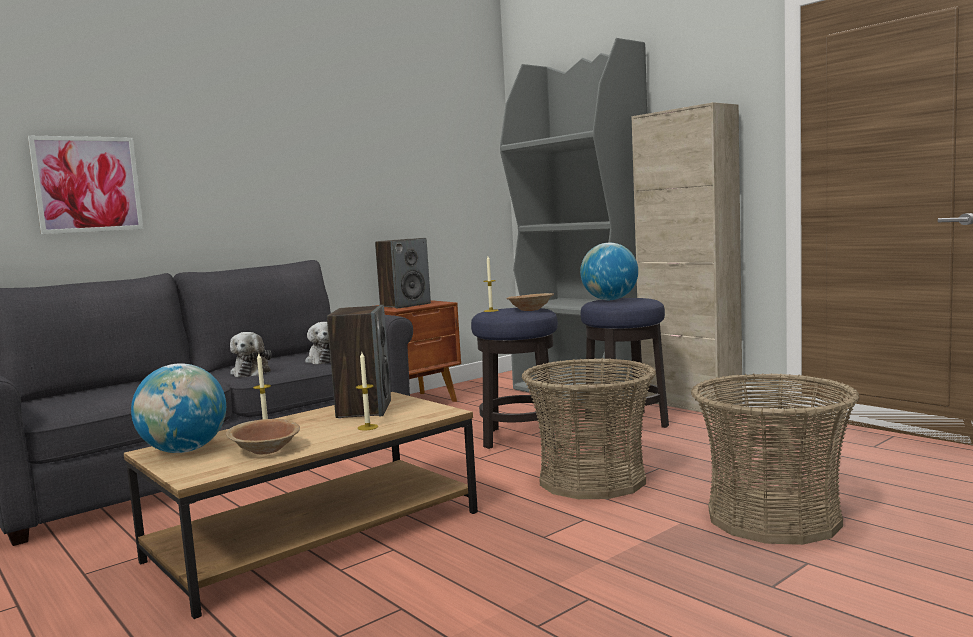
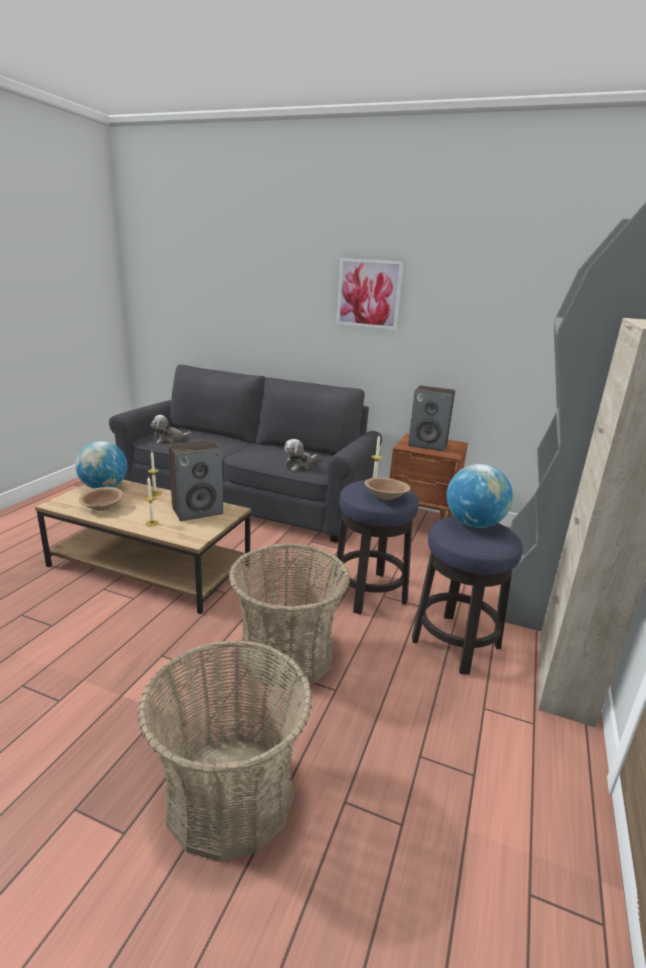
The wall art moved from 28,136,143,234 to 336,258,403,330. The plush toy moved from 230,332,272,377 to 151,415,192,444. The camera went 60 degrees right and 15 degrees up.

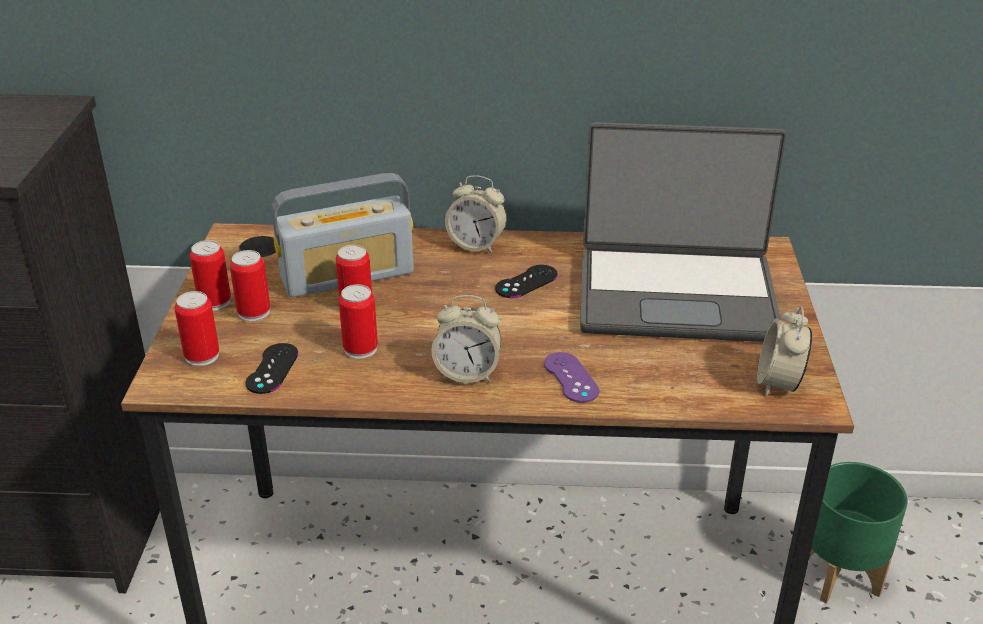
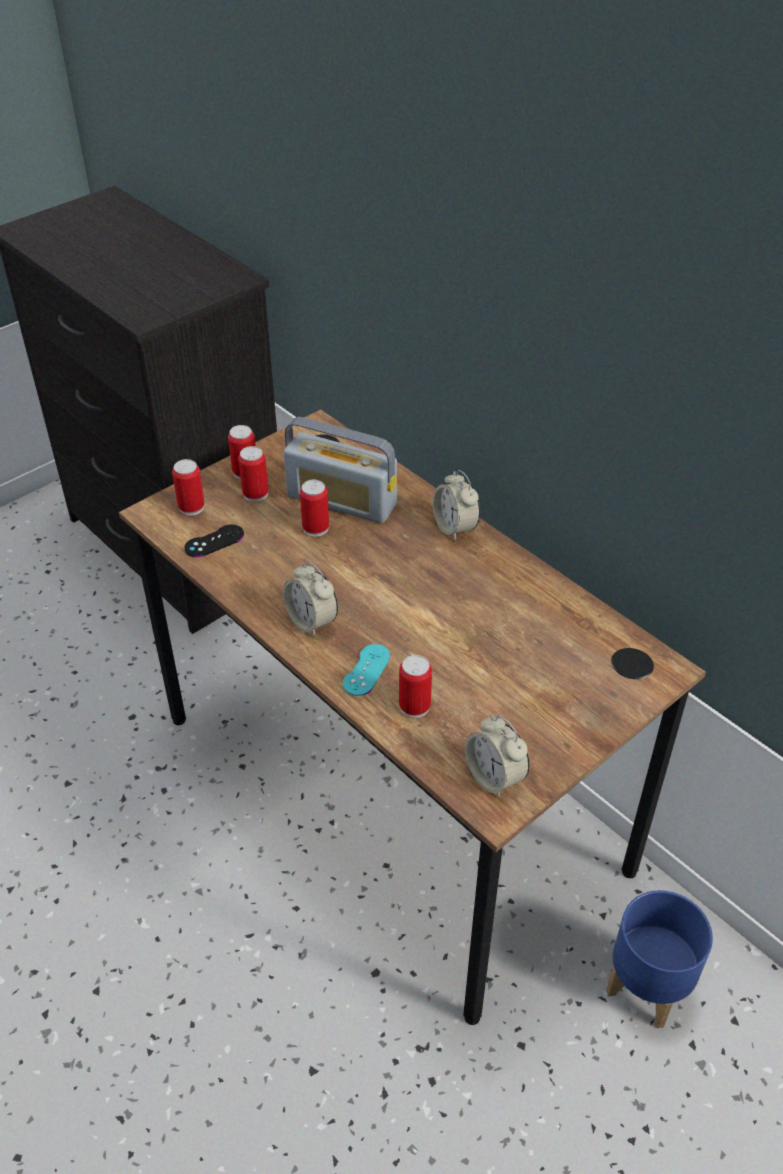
The metal can moved from 339,284,378,359 to 399,655,432,718. The joypad (blackish) at 495,265,558,298 disappeared. The joypad (purple-coloured) at 544,352,599,403 became the joypad (turquoise) at 343,644,390,696. The laptop at 580,122,786,342 disappeared. The bedside clock at 757,306,812,396 turned 90 degrees counterclockwise. The planter (green-coloured) at 809,462,908,603 became the planter (bluish) at 606,890,713,1028. The camera went 45 degrees right and 10 degrees up.

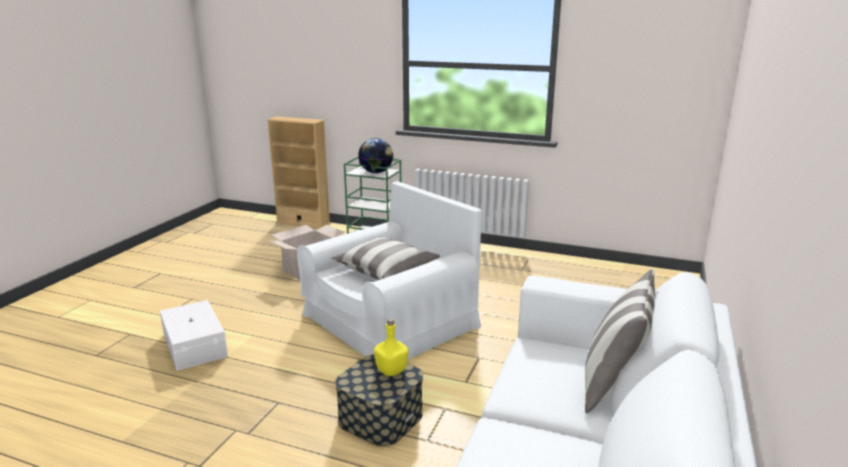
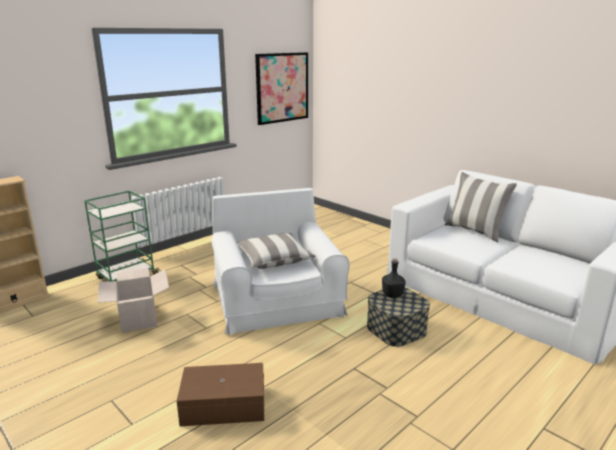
The storage bin (white-coloured) at 160,300,228,371 became the storage bin (brownish) at 177,363,264,426. The desk globe at 358,138,394,173 disappeared. The beverage bottle (yellow) at 374,319,408,376 became the beverage bottle (blackish) at 382,258,406,298. The wall art at 255,52,308,125 appeared. The camera went 65 degrees left and 0 degrees up.

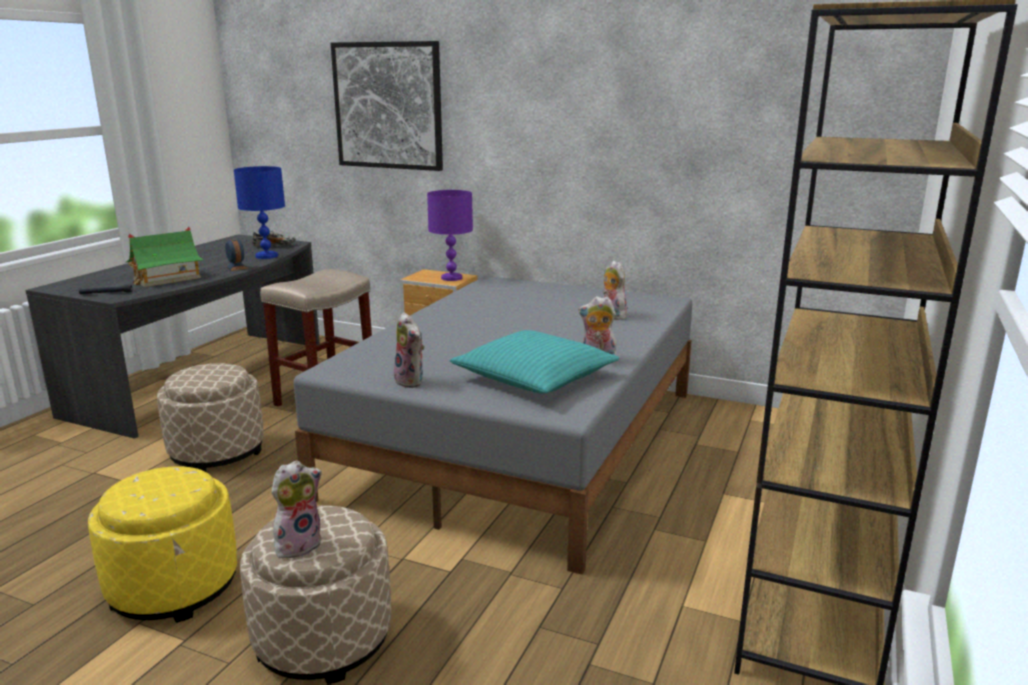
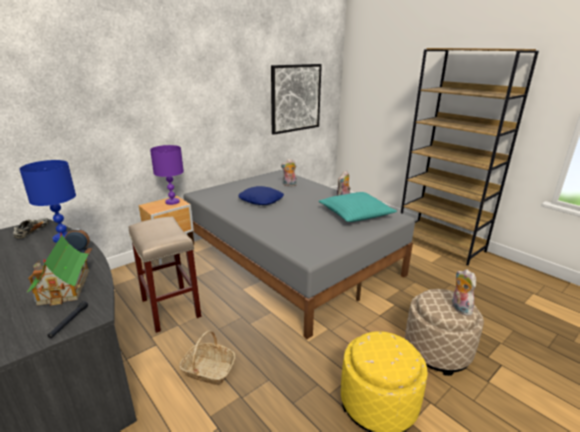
The pouffe (sand-coloured) at 157,363,264,472 was replaced by the household basket at 179,330,235,385. The wall art moved from 331,41,443,171 to 271,64,322,135. The plush toy at 394,312,424,388 disappeared. The throw pillow (bluish) at 238,186,284,205 appeared. The camera went 65 degrees left and 5 degrees up.

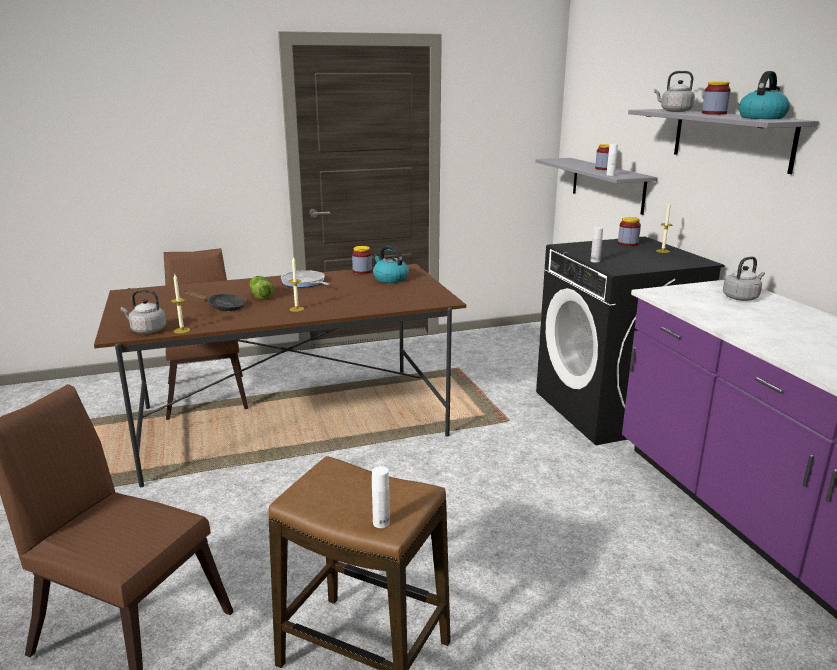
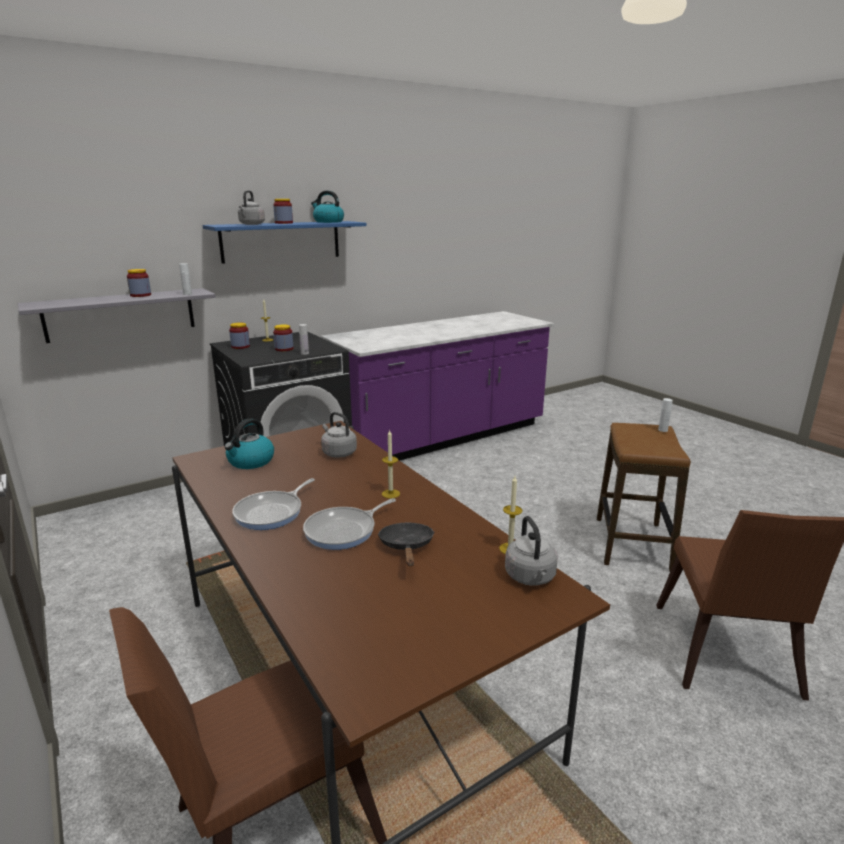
The head of lettuce at 250,276,274,300 was replaced by the frying pan at 303,498,396,550. The storage jar moved from 352,246,372,274 to 273,324,294,351. The shelf (grey) at 628,109,819,174 became the shelf (bluish) at 203,221,366,264. The tea kettle (grey) moved from 723,256,765,301 to 321,412,357,458. The camera went 105 degrees left and 0 degrees up.

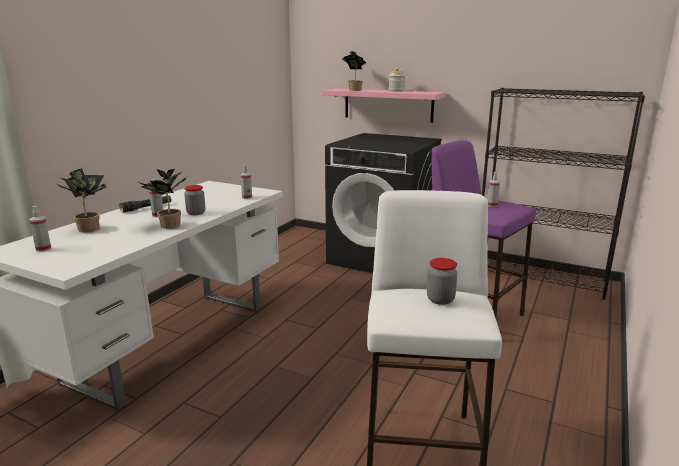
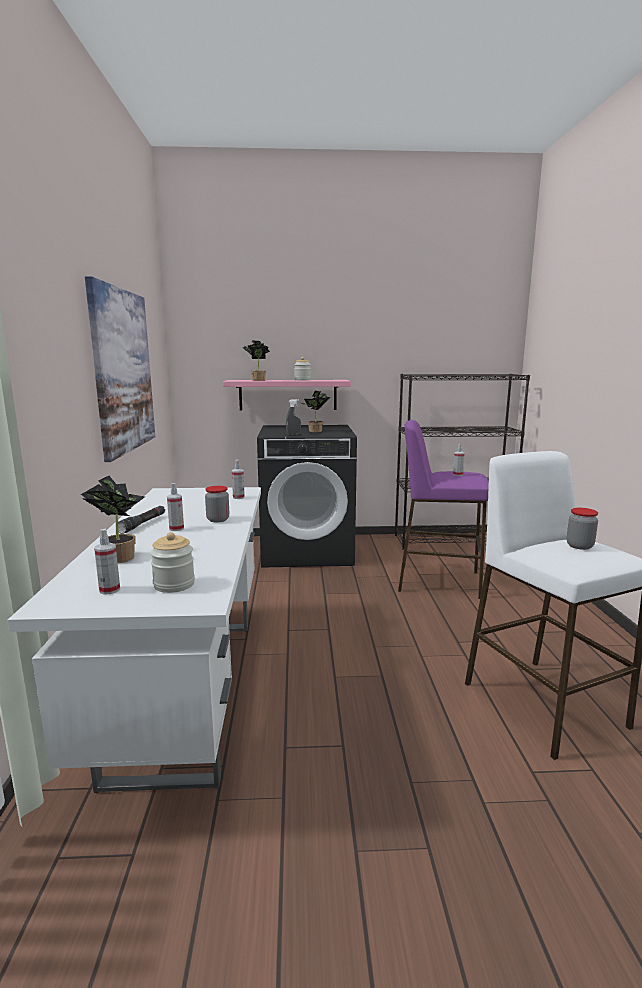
The potted plant moved from 139,169,187,229 to 302,390,331,432. The wall art at 85,276,155,462 appeared. The storage jar at 150,532,195,593 appeared. The sprayer (grey) at 286,399,301,435 appeared. The camera went 30 degrees left and 5 degrees down.

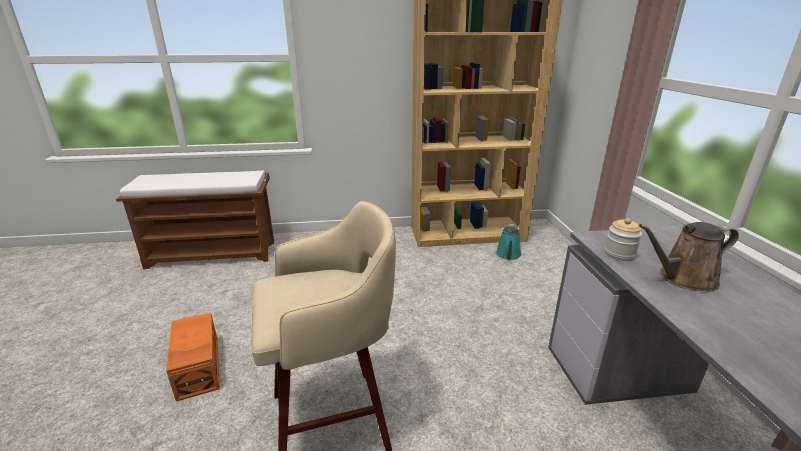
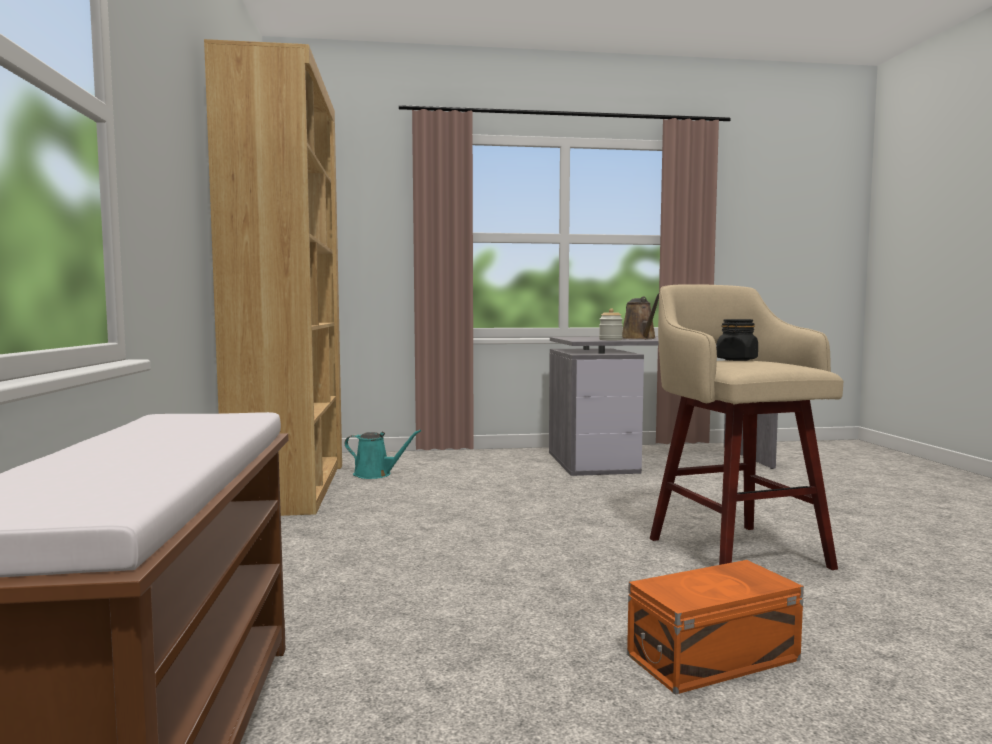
The storage jar (blackish) at 716,319,758,361 appeared. The camera went 90 degrees left and 20 degrees down.

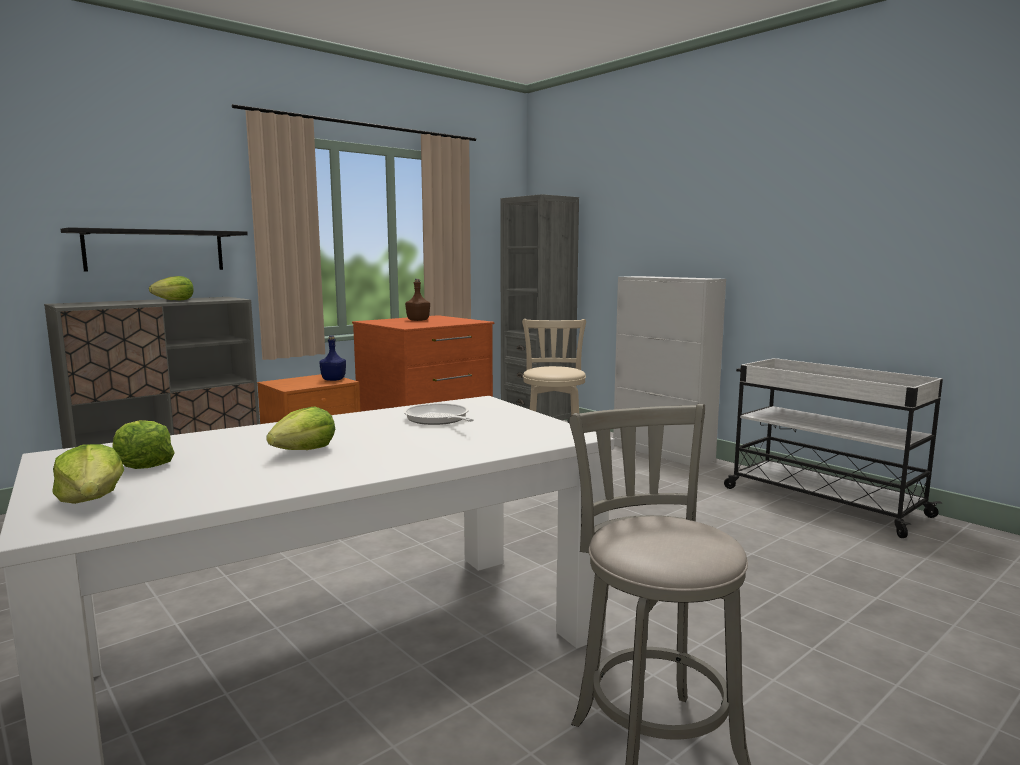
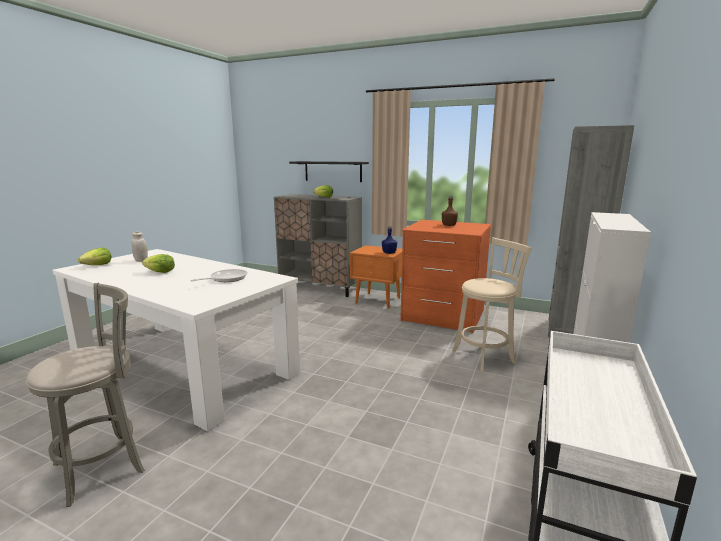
The head of lettuce at 112,420,174,469 was replaced by the storage jar (white-coloured) at 131,232,148,262. The camera went 65 degrees right and 5 degrees up.

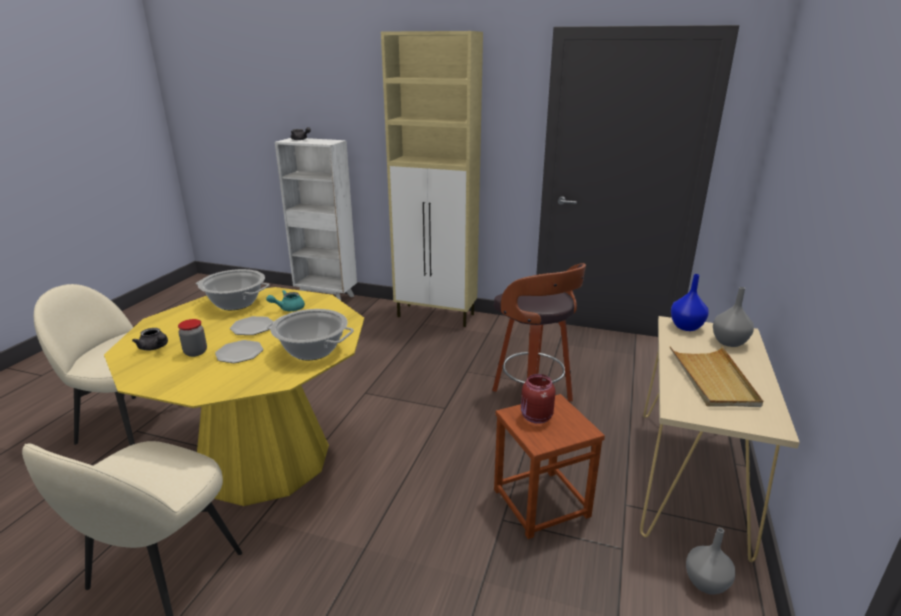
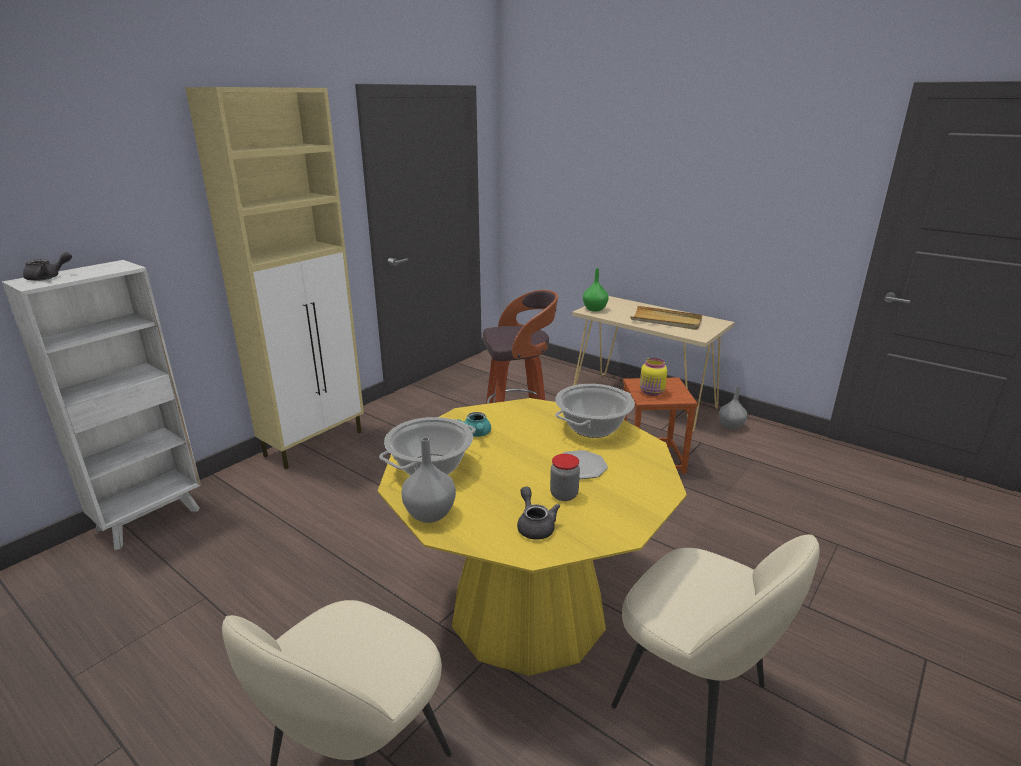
The teapot (grey) at 132,328,168,351 turned 75 degrees counterclockwise. The dinner plate at 230,316,273,335 disappeared. The storage jar (red-coloured) at 521,374,555,424 became the storage jar (yellow) at 640,358,667,396. The decorative vase (bluish) at 671,274,709,331 became the decorative vase (green-coloured) at 583,268,609,312. The decorative vase (grey) moved from 713,287,754,347 to 401,437,456,523. The camera went 70 degrees left and 0 degrees up.

